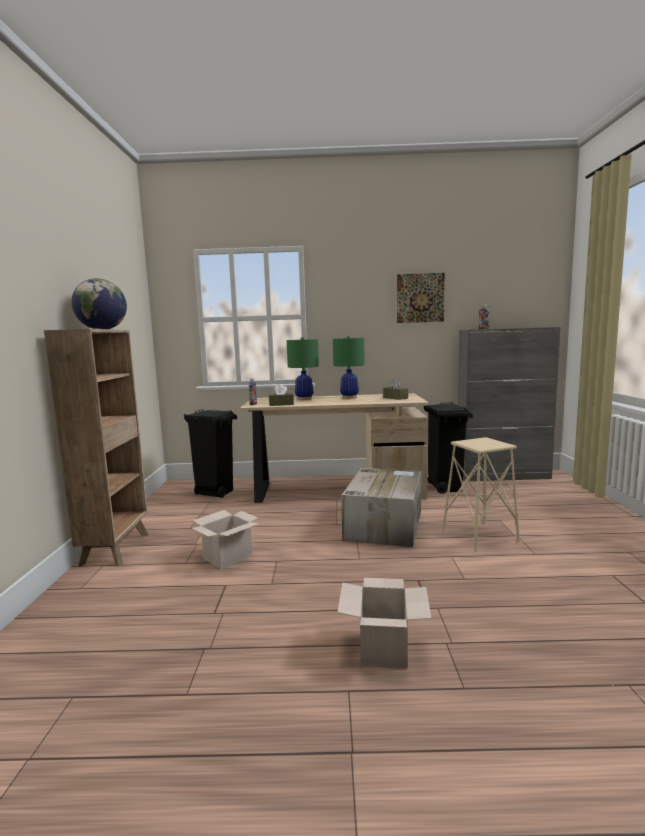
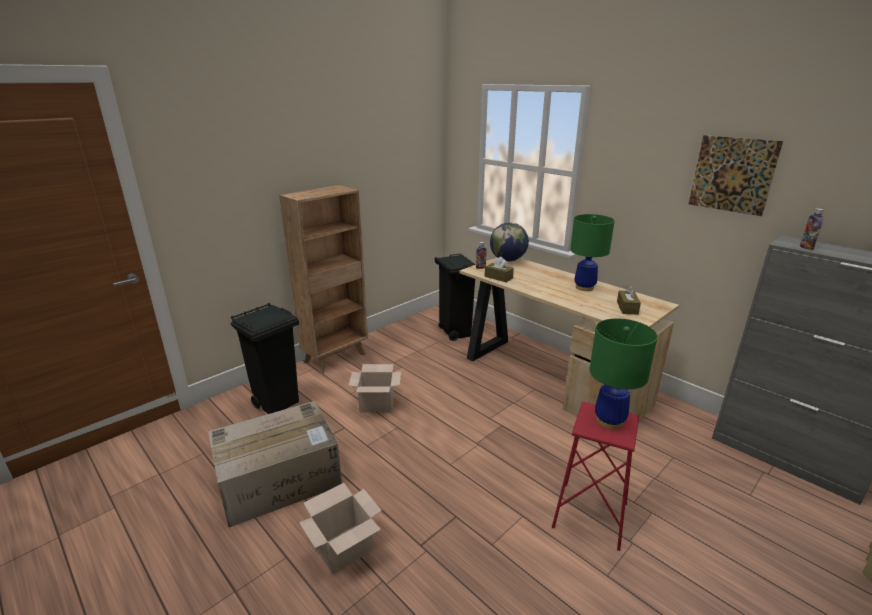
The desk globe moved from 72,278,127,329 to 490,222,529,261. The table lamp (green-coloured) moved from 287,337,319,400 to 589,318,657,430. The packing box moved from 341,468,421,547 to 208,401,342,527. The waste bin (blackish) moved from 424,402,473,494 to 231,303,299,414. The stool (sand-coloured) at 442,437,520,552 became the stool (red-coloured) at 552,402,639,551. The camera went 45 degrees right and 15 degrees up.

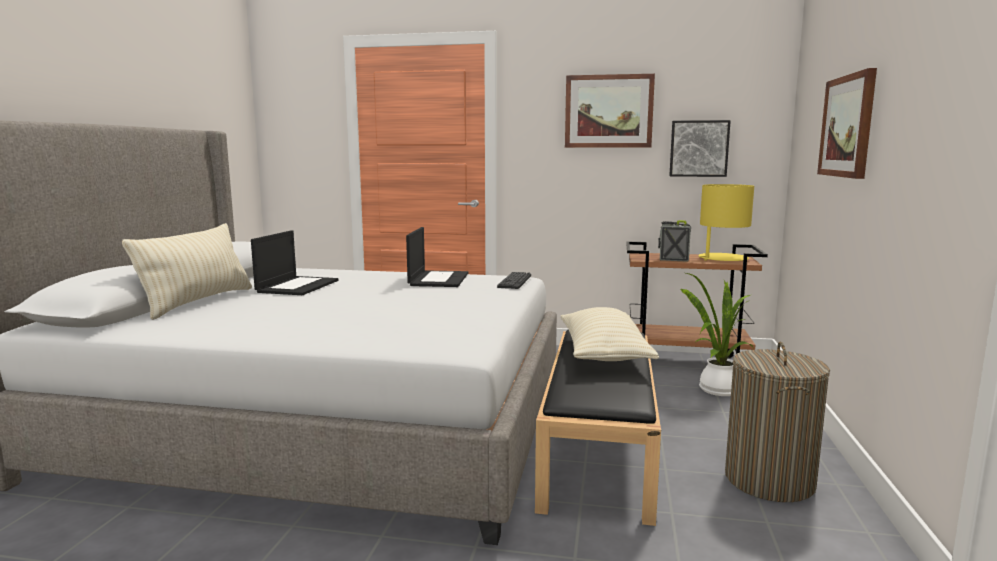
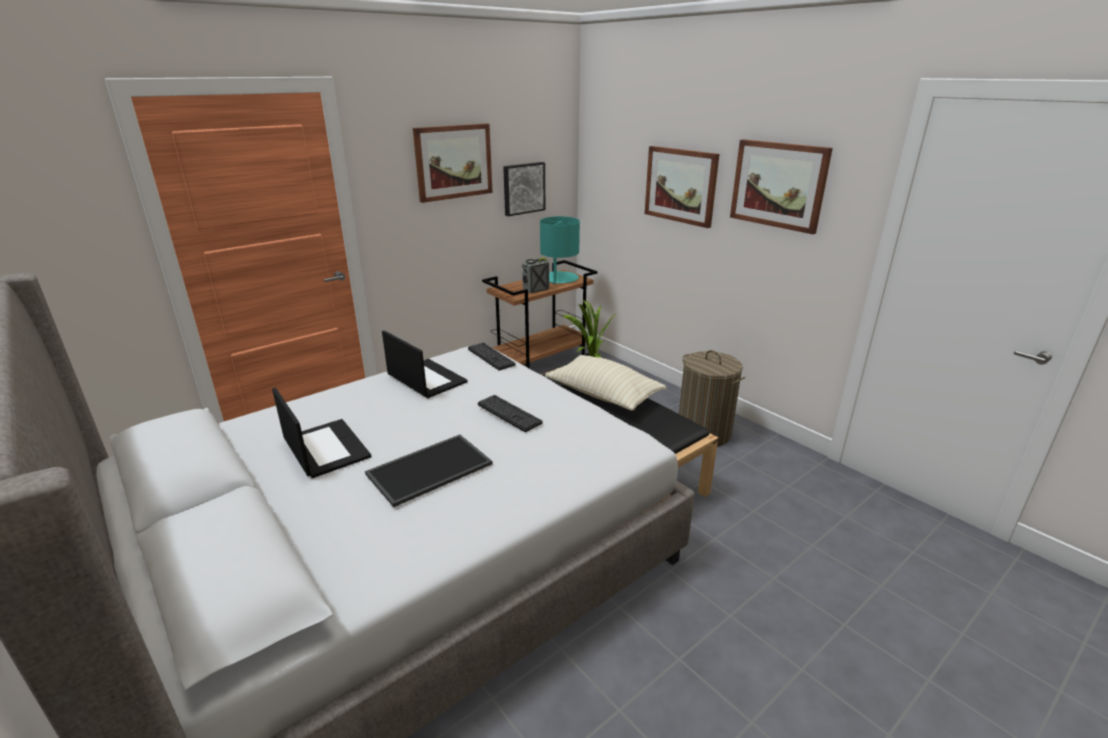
The throw pillow (sand-coloured) at 122,223,252,320 disappeared. The table lamp (yellow) at 698,184,754,261 became the table lamp (turquoise) at 540,216,580,284. The tray at 365,435,493,507 appeared. The PC keyboard at 478,395,543,432 appeared. The wall art at 730,139,833,234 appeared. The camera went 50 degrees left and 15 degrees up.

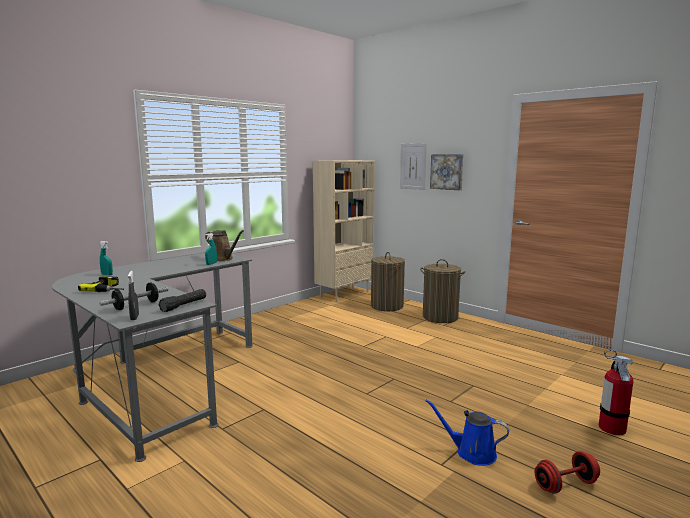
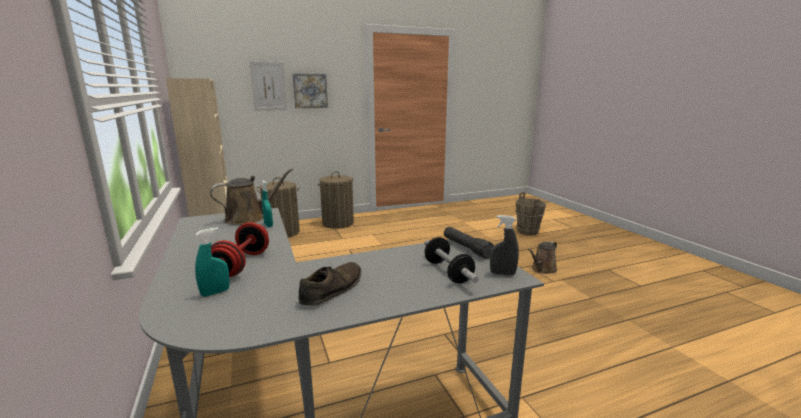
The drill at 78,276,124,292 was replaced by the low shoe (brownish) at 298,262,361,306. The sprinkling can (bluish) at 425,399,509,466 became the sprinkling can (brownish) at 528,241,557,274. The free weight (red-coloured) moved from 535,451,600,494 to 210,222,269,277. The extinguisher at 599,350,634,435 was replaced by the bucket (brownish) at 515,192,546,235. The camera went 65 degrees left and 5 degrees up.

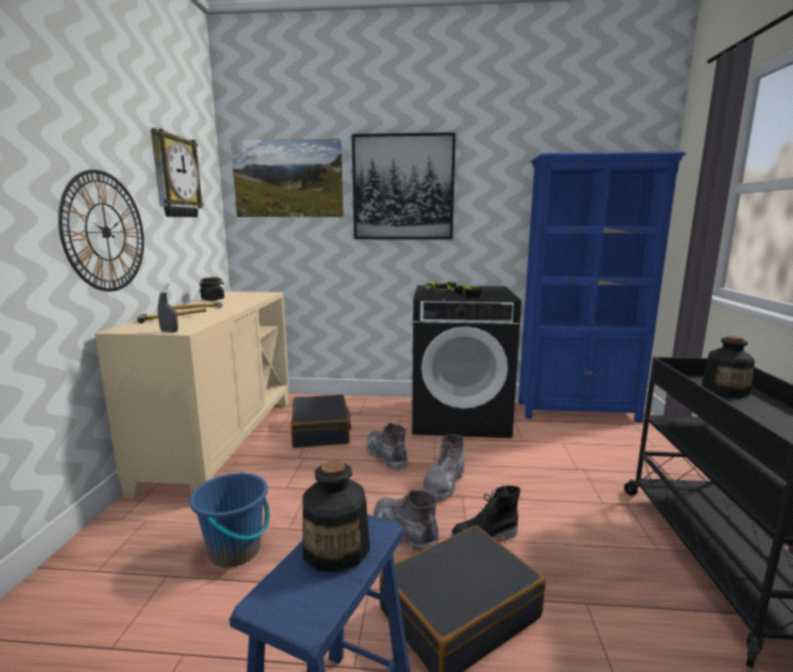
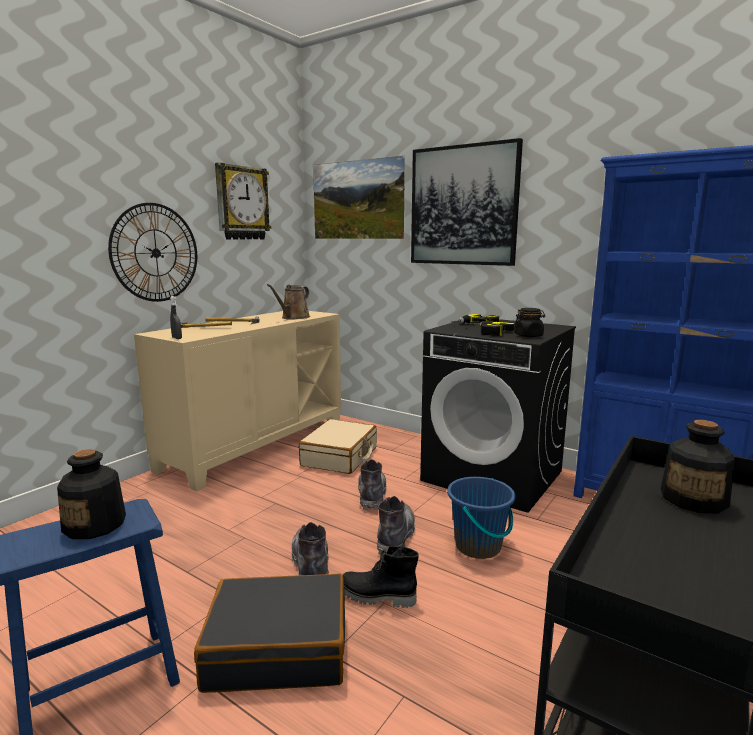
The bucket (bluish) moved from 189,472,270,568 to 447,477,515,559. The storage jar (blackish) moved from 199,277,224,301 to 514,308,545,337. The travel case (blackish) at 291,394,351,448 became the travel case (sand-coloured) at 299,419,377,474. The tall boot (grey) at 423,434,464,501 turned 135 degrees clockwise. The sprinkling can (brownish) at 267,284,310,319 appeared. The camera went 30 degrees right and 0 degrees up.

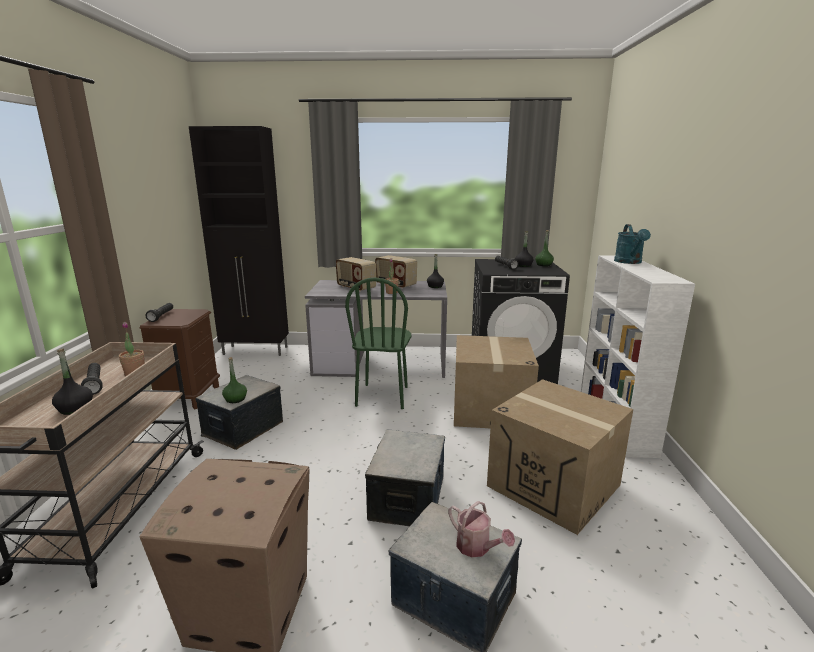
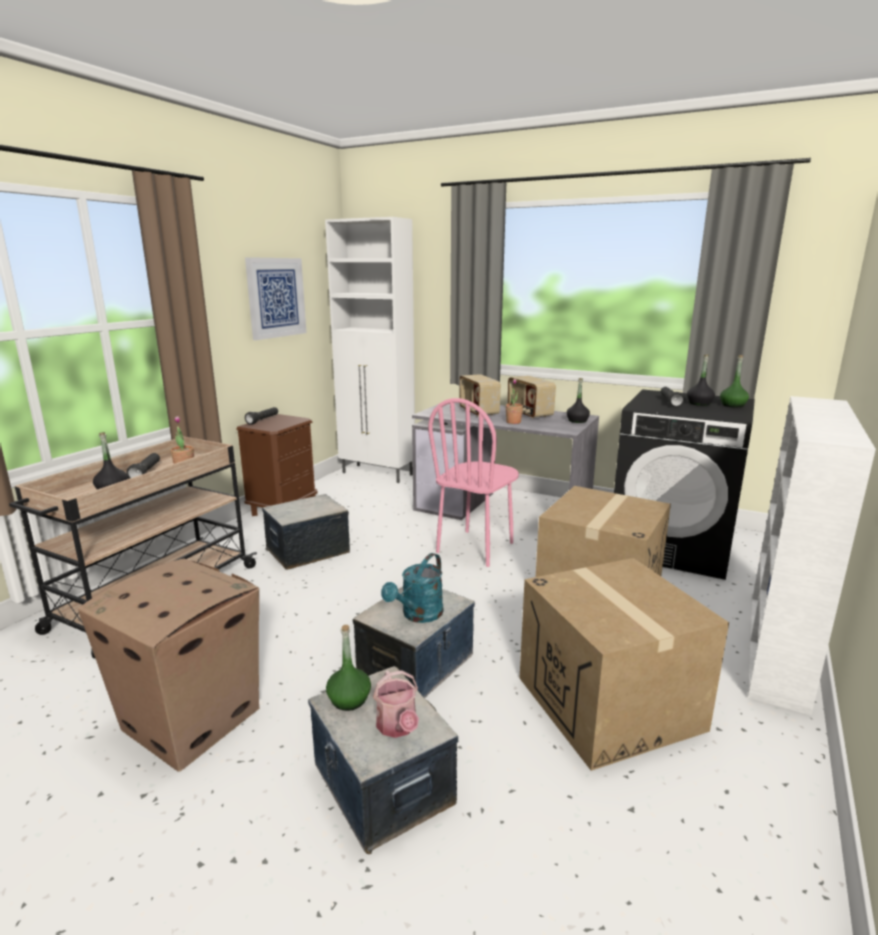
The cabinet (blackish) at 189,126,289,356 became the cabinet (white-coloured) at 325,217,415,483. The beverage bottle (green-coloured) moved from 222,357,247,403 to 326,625,371,711. The upright chair (green-coloured) at 345,277,412,409 became the upright chair (pinkish) at 428,398,519,567. The sprinkling can (turquoise) moved from 614,224,651,264 to 381,553,444,623. The wall art at 245,257,307,340 appeared. The camera went 25 degrees right and 0 degrees up.

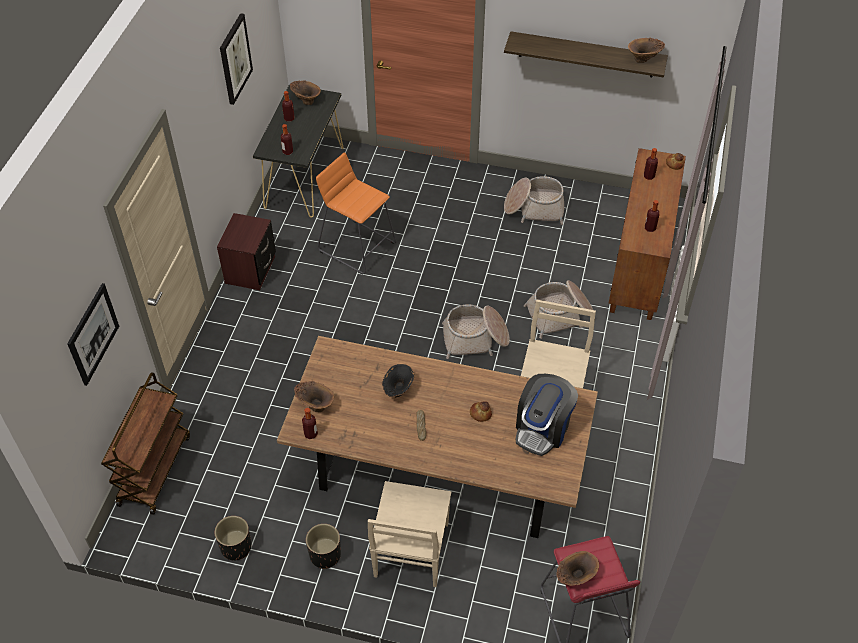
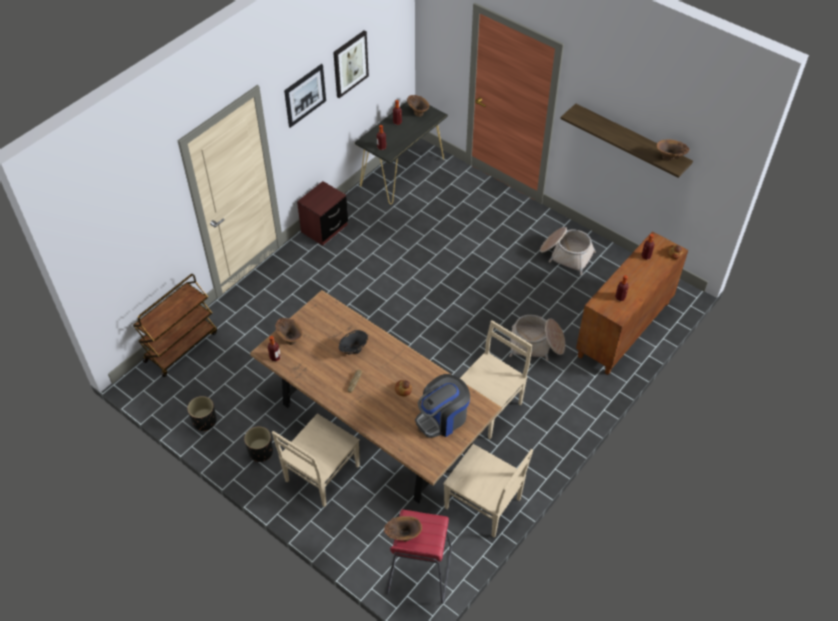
The wall art moved from 67,283,119,386 to 284,64,326,128. The stool (orange-coloured) at 316,152,396,275 disappeared. The household basket at 442,304,510,359 disappeared. The upright chair (sand-coloured) at 443,444,533,538 appeared. The camera went 25 degrees right and 0 degrees up.

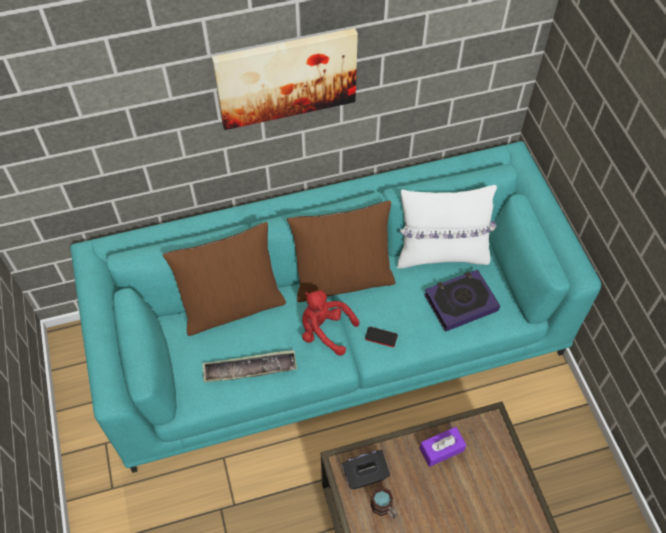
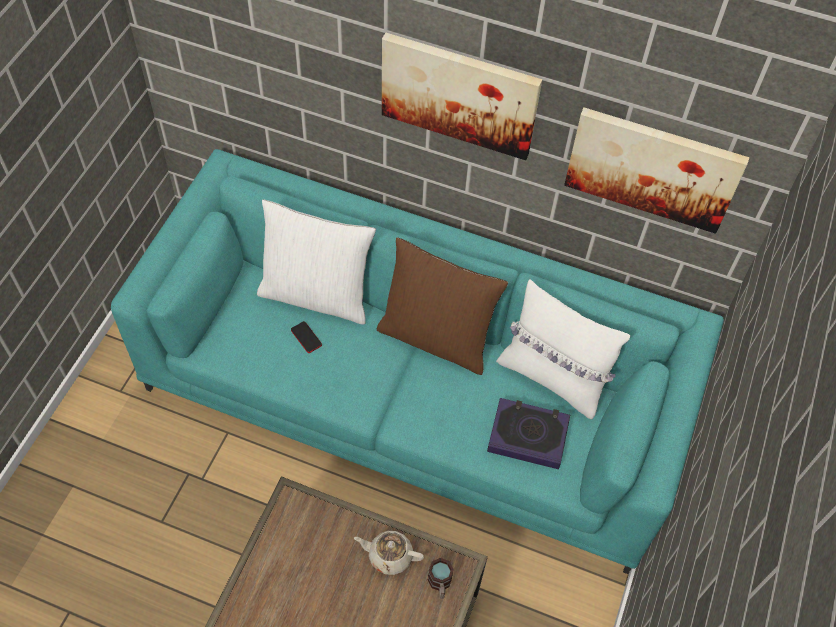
The throw pillow (brownish) at 163,222,286,336 became the throw pillow (white-coloured) at 257,199,376,324. The tray at 202,350,297,383 disappeared. The plush toy (red-coloured) at 302,290,359,356 disappeared. The tissue holder (blackish) at 342,450,390,489 disappeared. The handset moved from 365,327,398,347 to 291,321,322,353. The coffee mug moved from 370,487,398,519 to 428,558,454,599. The tissue holder (purple-coloured) at 419,427,466,467 was replaced by the teapot (sand-coloured) at 354,531,424,575. The wall art at 564,108,749,234 appeared. The camera went 35 degrees right and 0 degrees up.

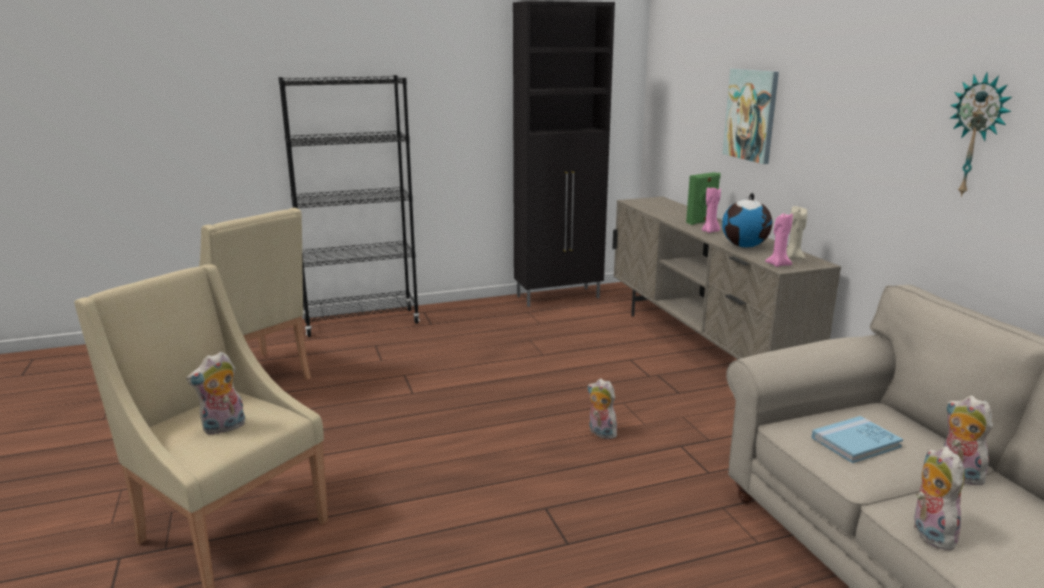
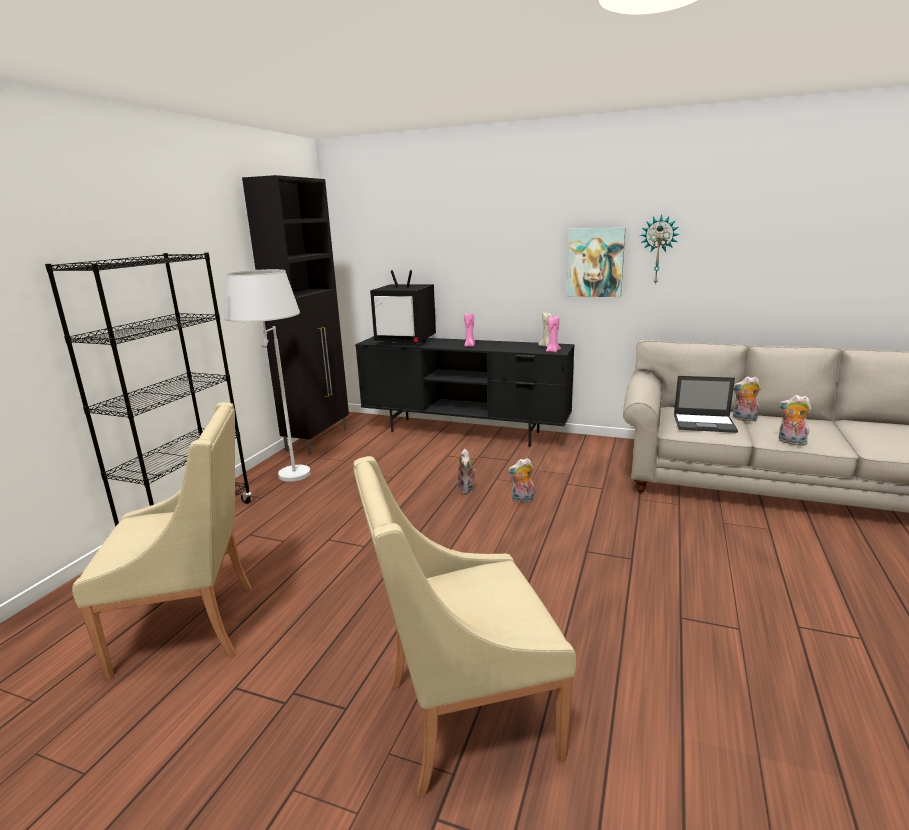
The plush toy moved from 186,352,245,435 to 457,449,476,495. The tv unit (sand-coloured) at 612,197,841,360 became the tv unit (blackish) at 355,336,575,447. The loudspeaker (green-coloured) at 686,172,721,225 disappeared. The desk globe at 722,193,772,248 disappeared. The wall art moved from 723,69,779,164 to 567,227,626,297. The volume (bluish) at 811,416,903,463 was replaced by the laptop at 674,376,738,433. The standard lamp (white-coloured) at 224,269,311,482 appeared. The television at 370,270,436,343 appeared. The camera went 50 degrees left and 0 degrees up.

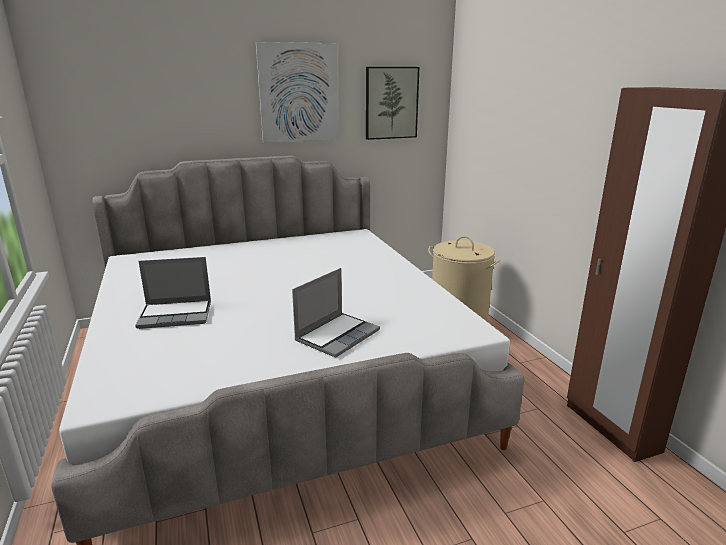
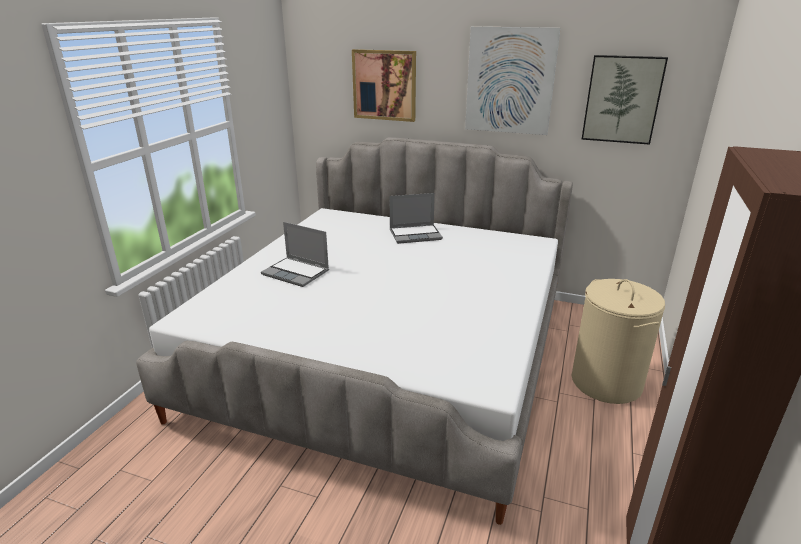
The laptop moved from 292,268,380,358 to 390,193,443,244. The wall art at 352,49,416,122 appeared. The camera went 40 degrees right and 5 degrees up.

